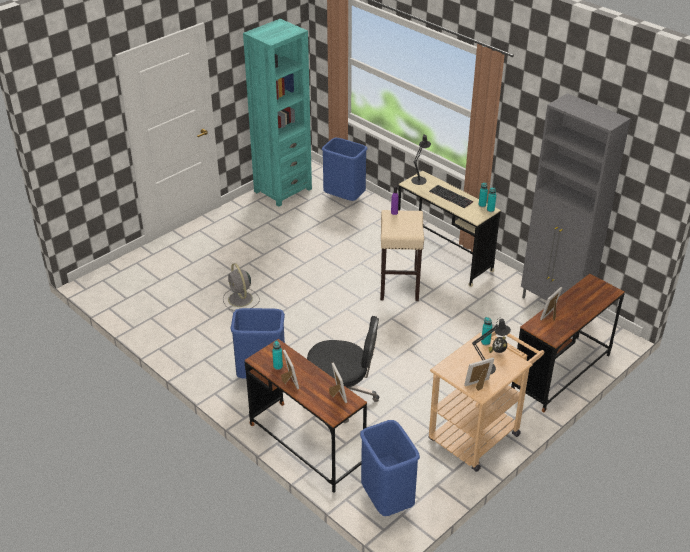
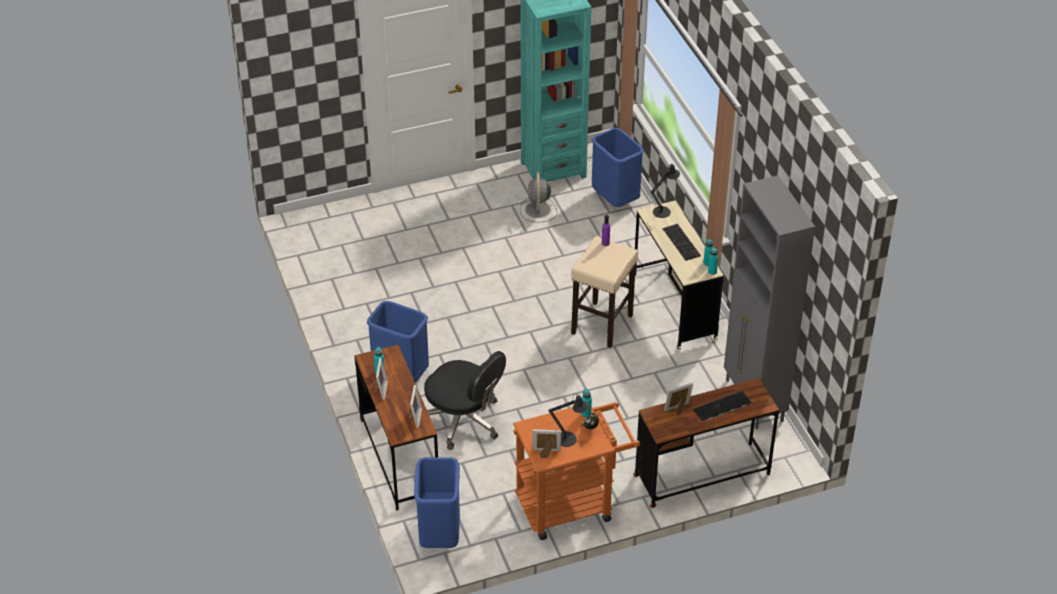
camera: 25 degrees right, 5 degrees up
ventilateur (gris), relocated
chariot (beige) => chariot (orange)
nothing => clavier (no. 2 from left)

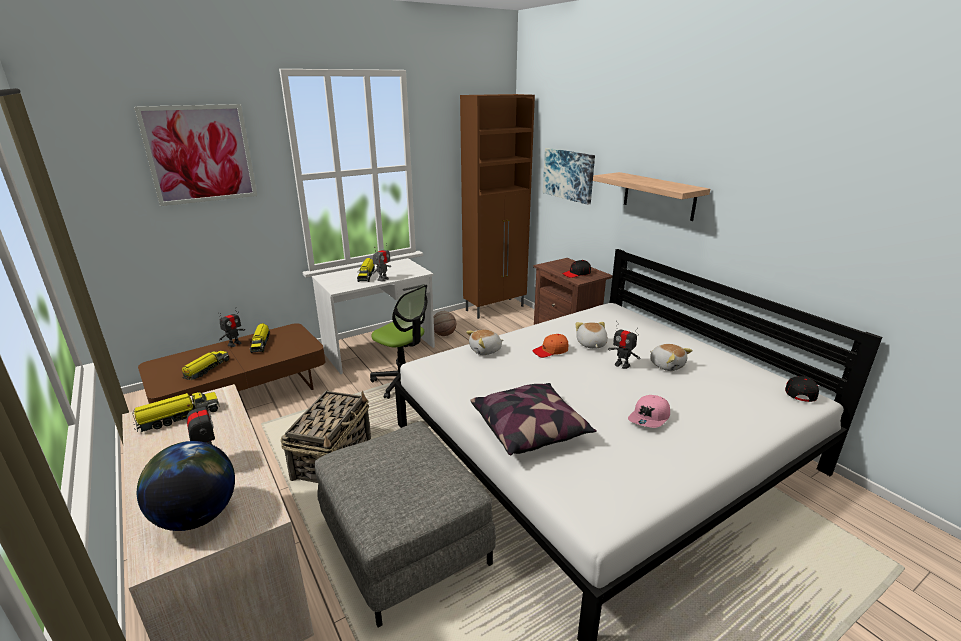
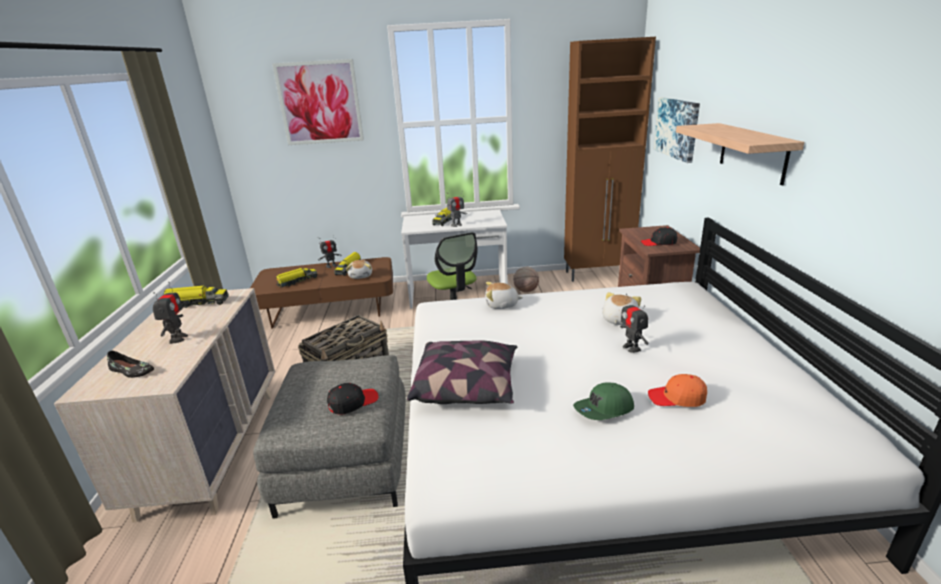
camera: 30 degrees right, 0 degrees up
globe => chaussure (noir)
casquette (orange), relocated
casquette (rose) => casquette (vert)
peluche (no. 3 from left in the first image) => peluche (no. 1 from left), relocated
casquette (noir) (no. 2 from left in the first image) => casquette (noir) (no. 1 from left), relocated

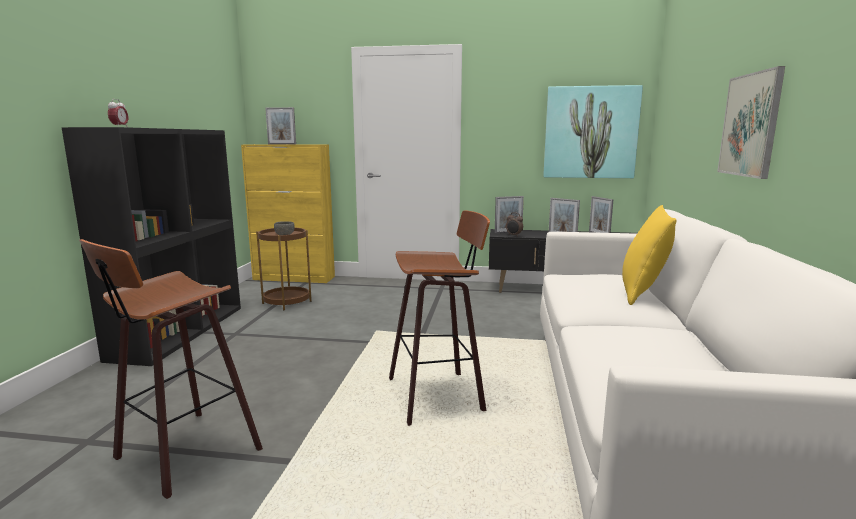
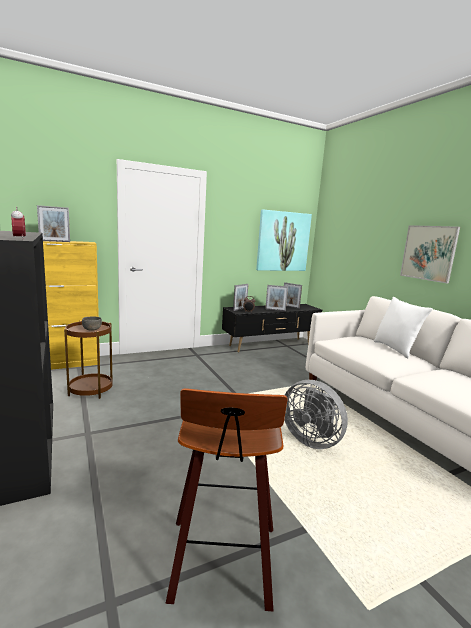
camera: 35 degrees left, 0 degrees up
tabouret (no. 2 from left) => ventilateur (gris)
coussin (jaune) => coussin (blanc)

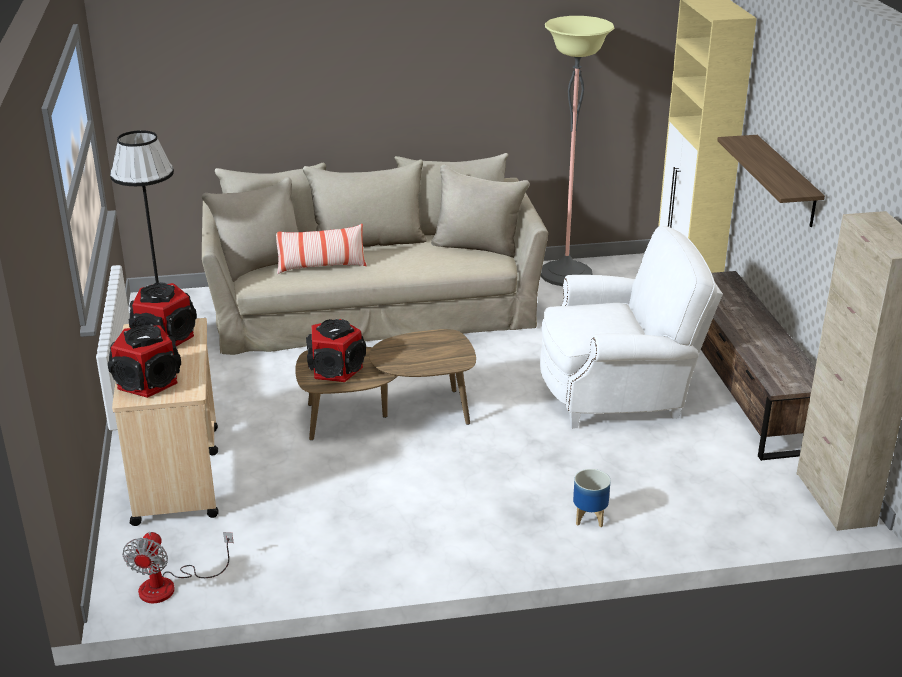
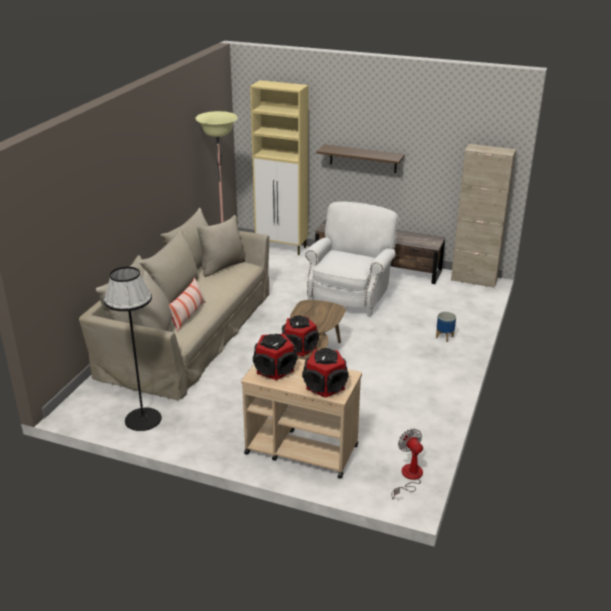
camera: 60 degrees left, 0 degrees up
ventilateur, 150 degrees counterclockwise

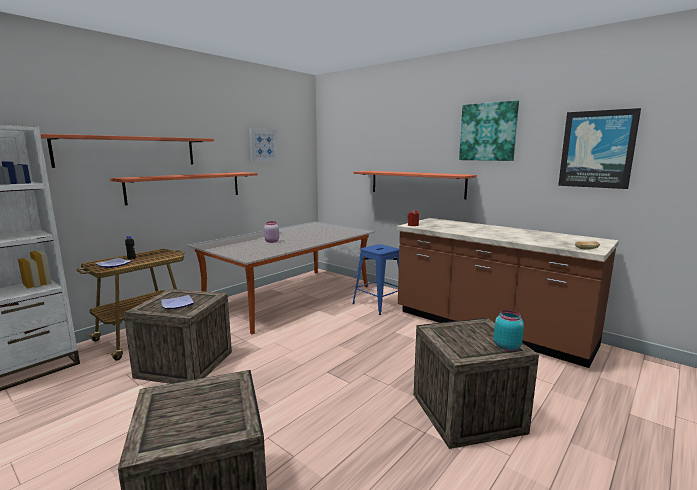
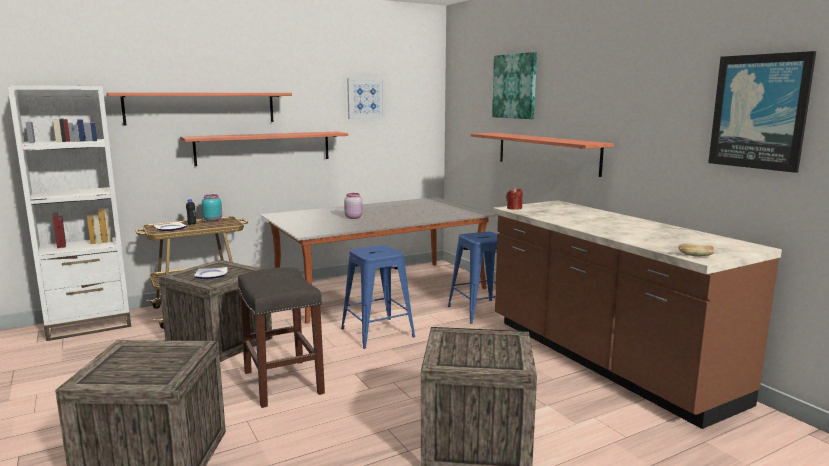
camera: 20 degrees right, 0 degrees up
tableau (no. 2 from left), relocated
bocal (turquoise), relocated
nothing => tabouret (gris)
nothing => tabouret (bleu) (no. 1 from left)

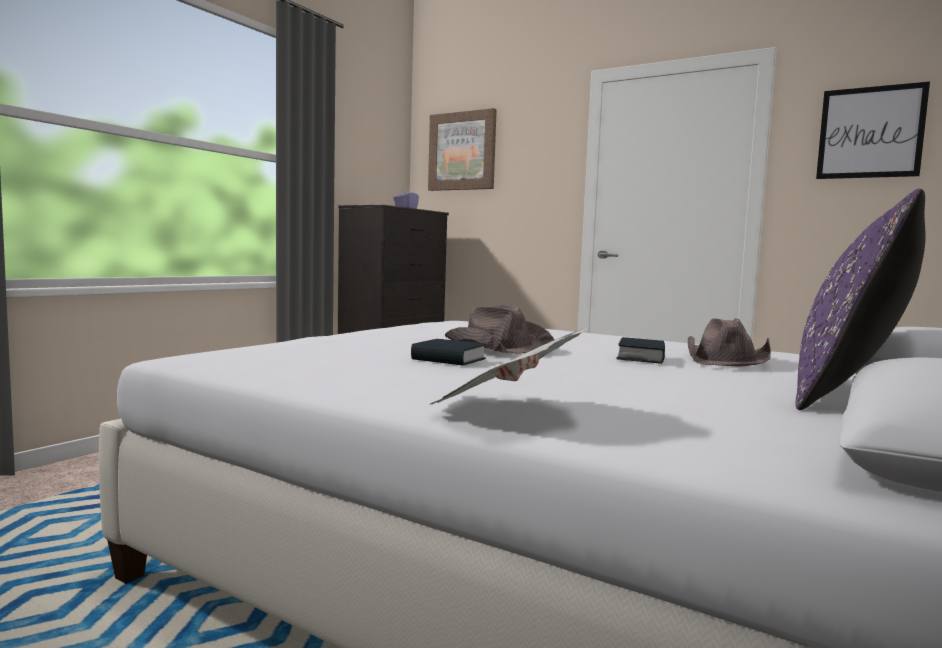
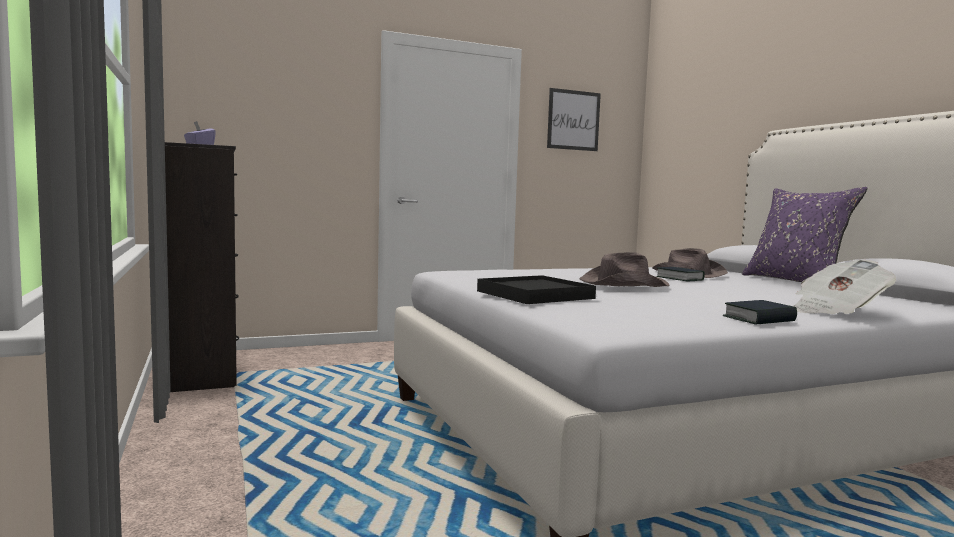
camera: 55 degrees left, 0 degrees up
livre (no. 1 from left in the first image) => livre (no. 2 from left), relocated
tableau (no. 1 from left) => nothing
nothing => plateau (noir)

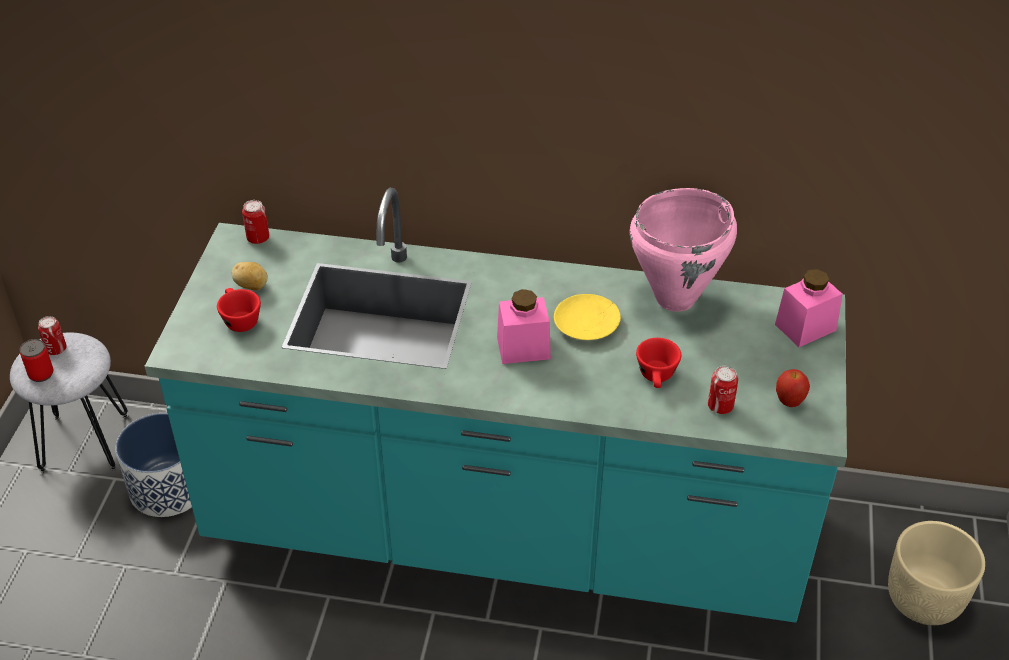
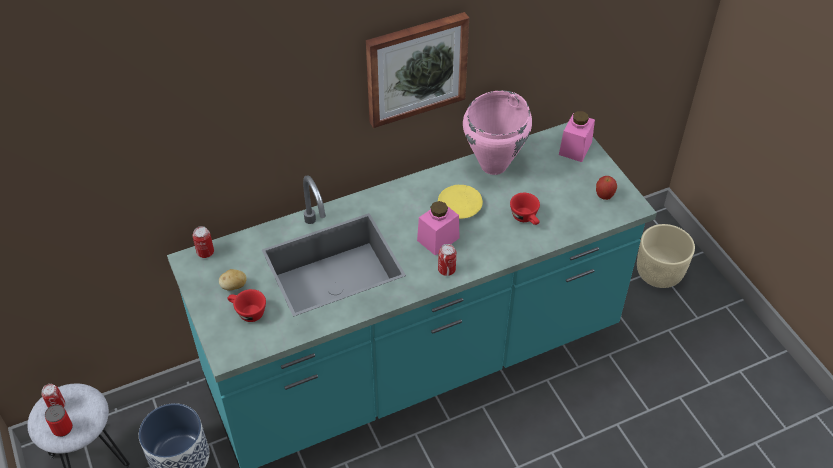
camera: 35 degrees left, 5 degrees up
boîte métallique (no. 4 from left), relocated
nothing => tableau

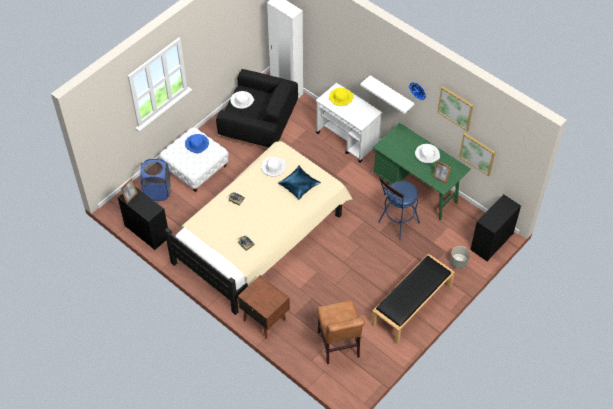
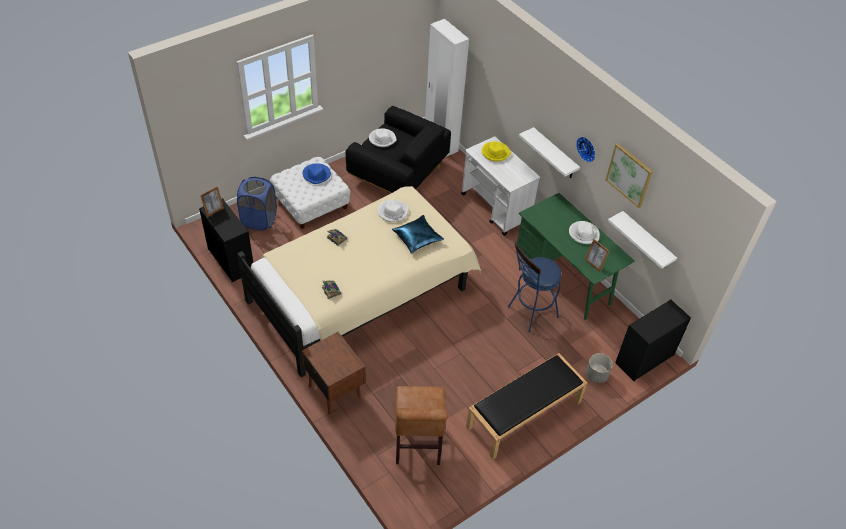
camera: 10 degrees right, 5 degrees down
tableau (no. 2 from left) => étagère (blanc) (no. 2 from left)

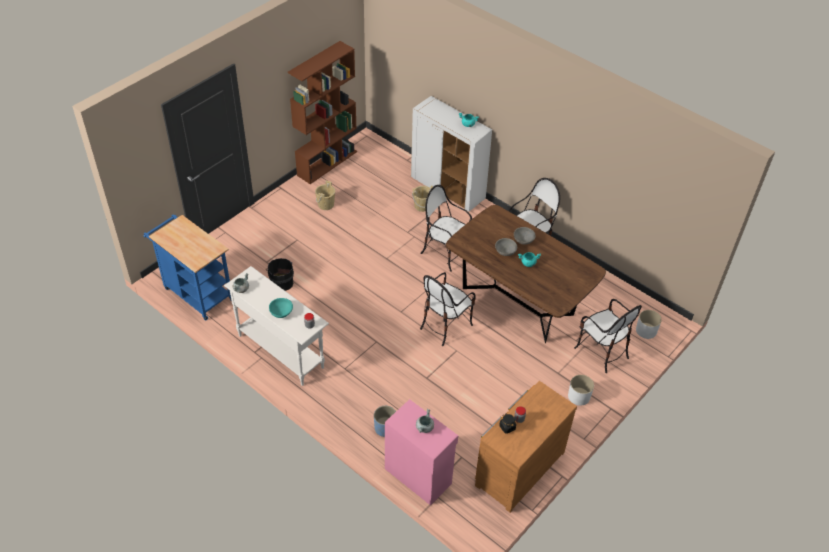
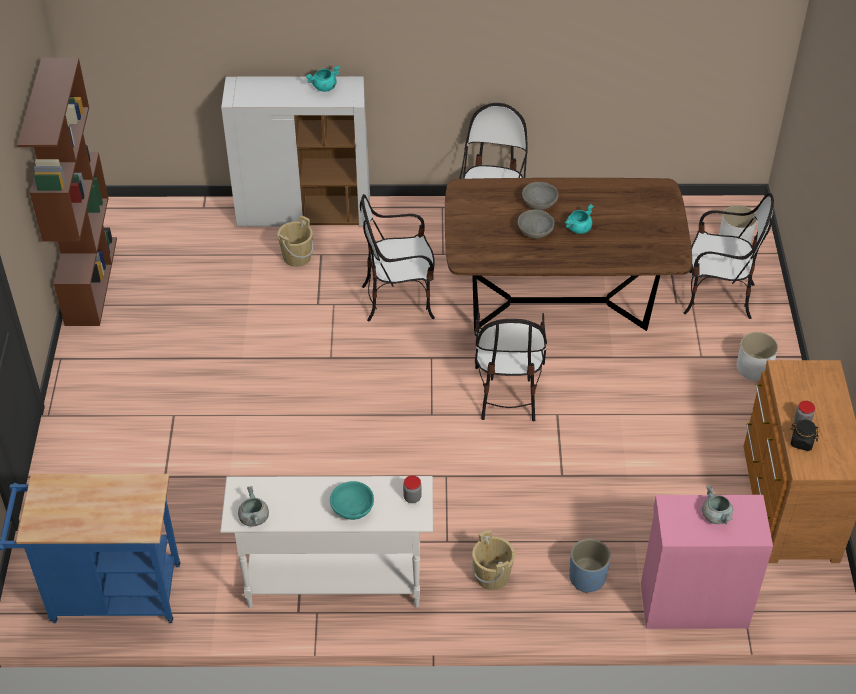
camera: 40 degrees left, 0 degrees up
seau (noir) => nothing
seau (beige) (no. 1 from left in the first image) => seau (beige) (no. 2 from left), relocated

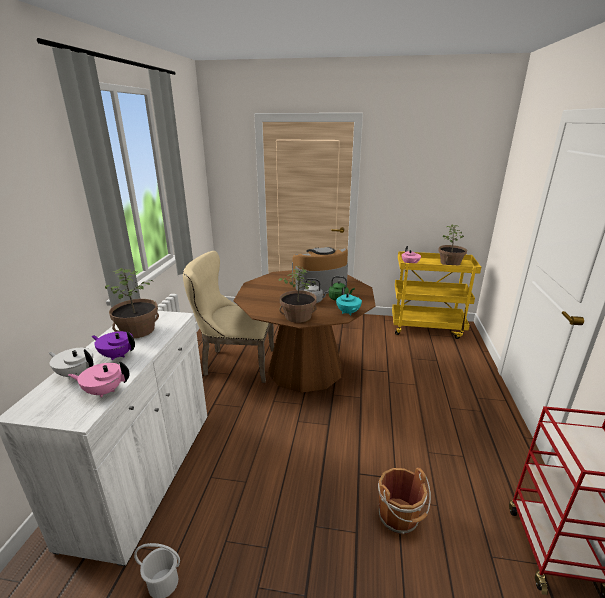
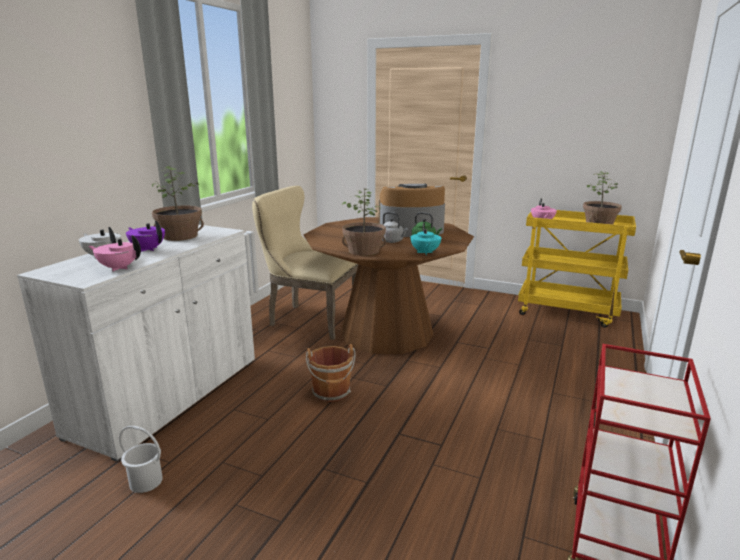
camera: 15 degrees right, 5 degrees down
seau (marron), relocated

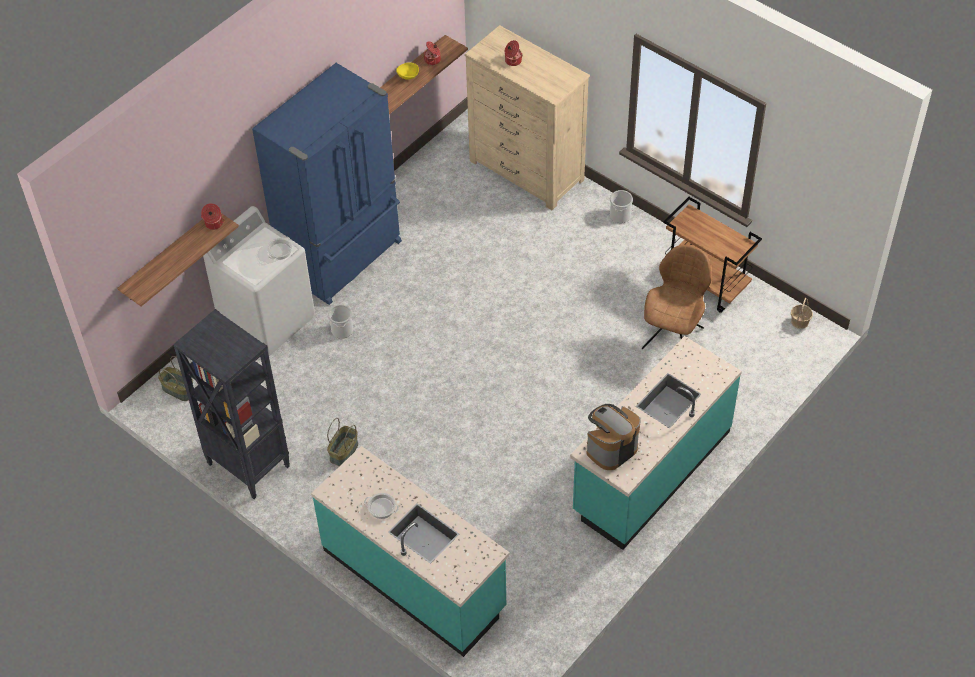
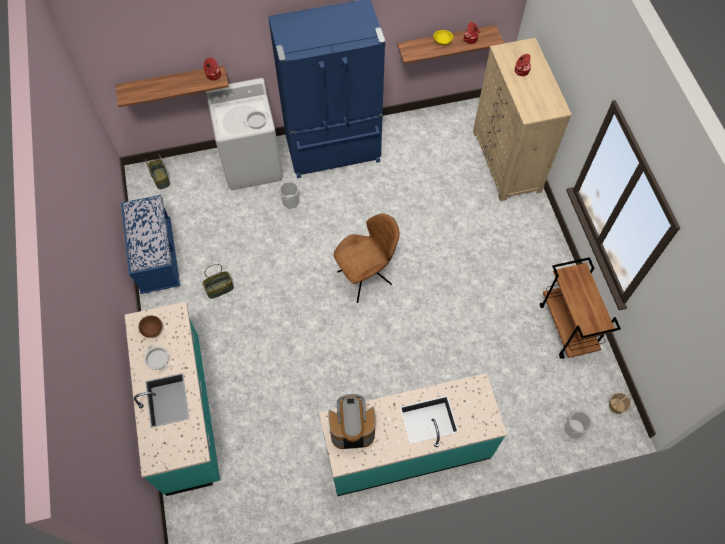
camera: 35 degrees right, 10 degrees up
bibliothèque (noir) => banc (bleu)
seau (no. 2 from left), relocated
chaise (marron), relocated
nothing => bol (marron)

